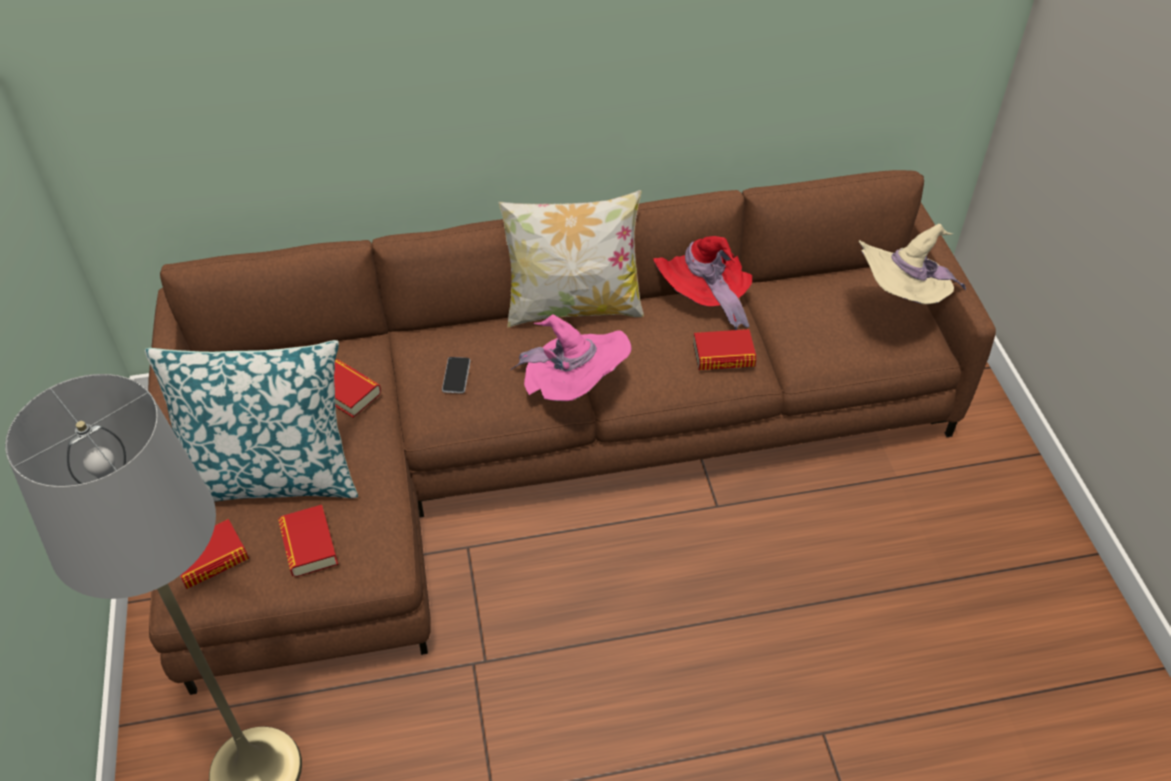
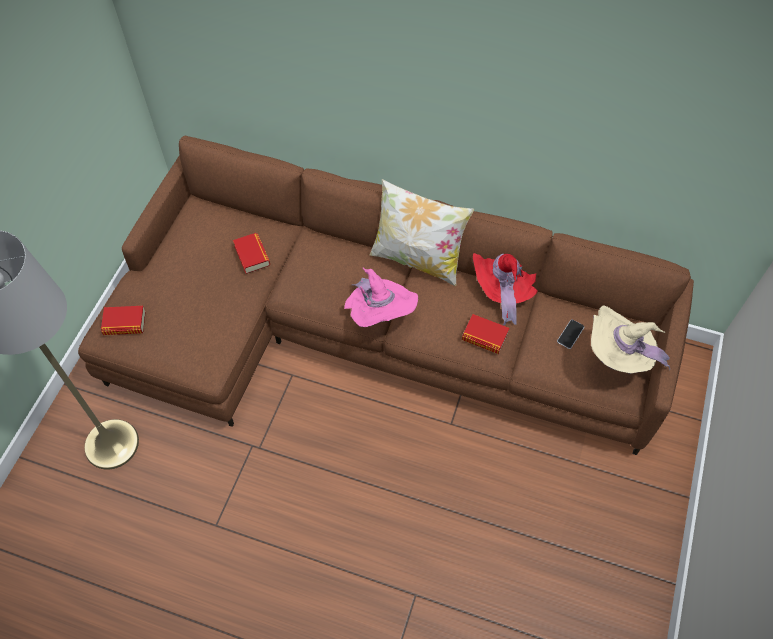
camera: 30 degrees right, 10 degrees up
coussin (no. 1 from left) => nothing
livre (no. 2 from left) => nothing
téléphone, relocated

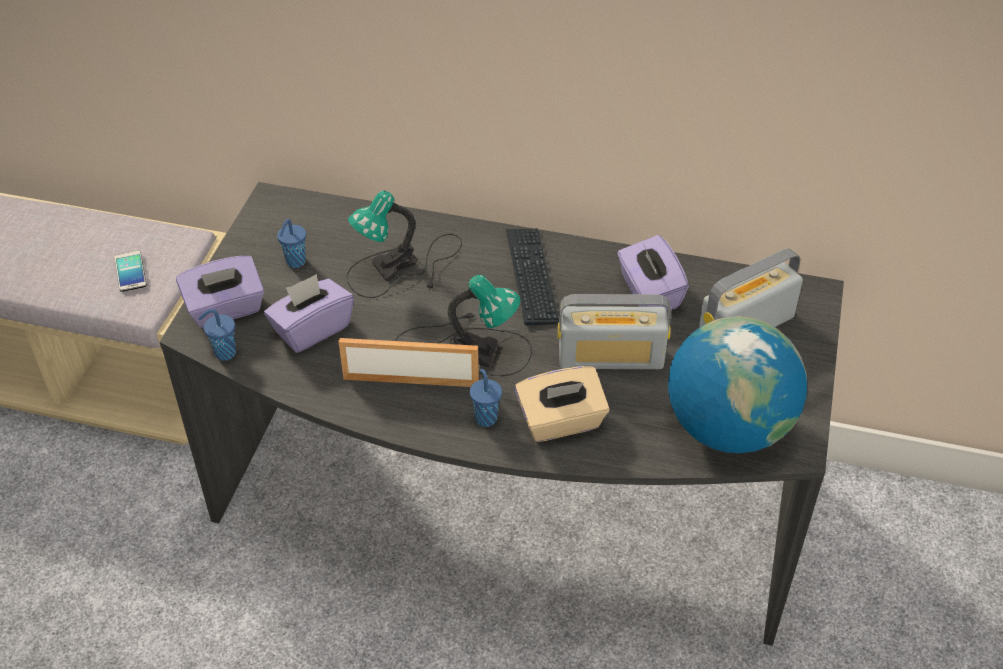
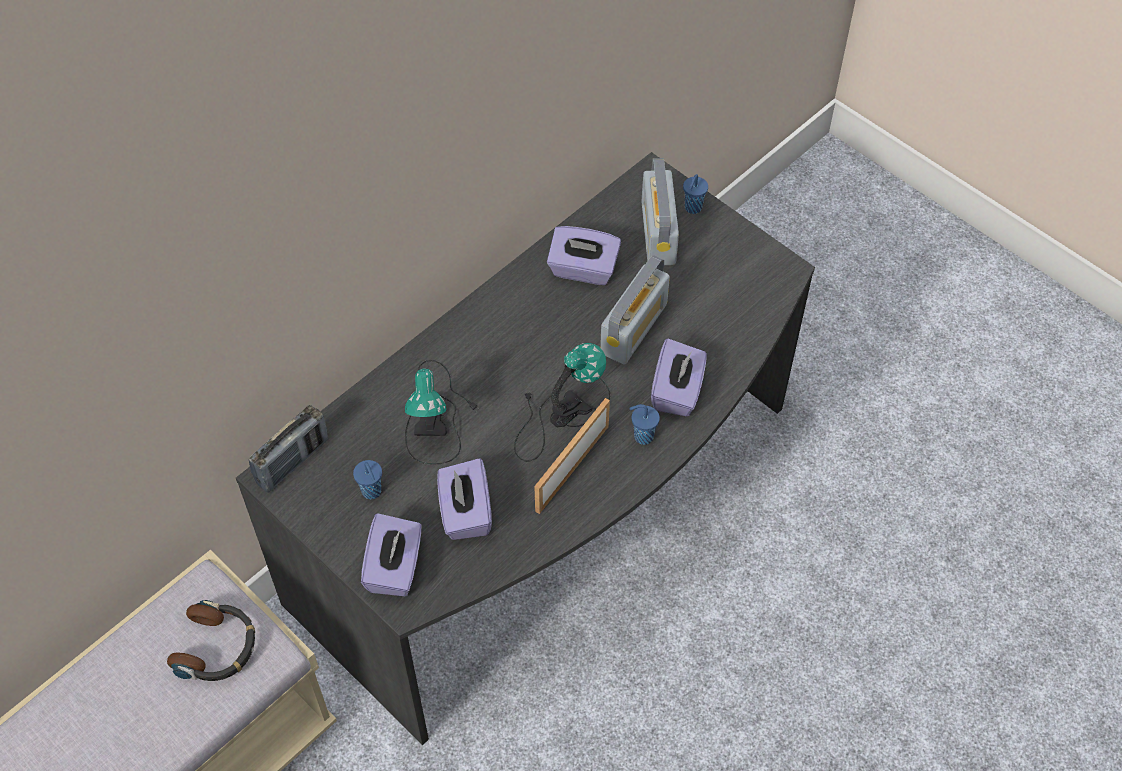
camera: 60 degrees left, 10 degrees up
téléphone => casque audio
tasse (bleu) (no. 1 from left in the first image) => tasse (bleu) (no. 3 from left), relocated
clavier => nothing
boîte à mouchoirs (beige) => boîte à mouchoirs (violet) (no. 4 from left)
globe => nothing
nothing => radio (no. 1 from left)

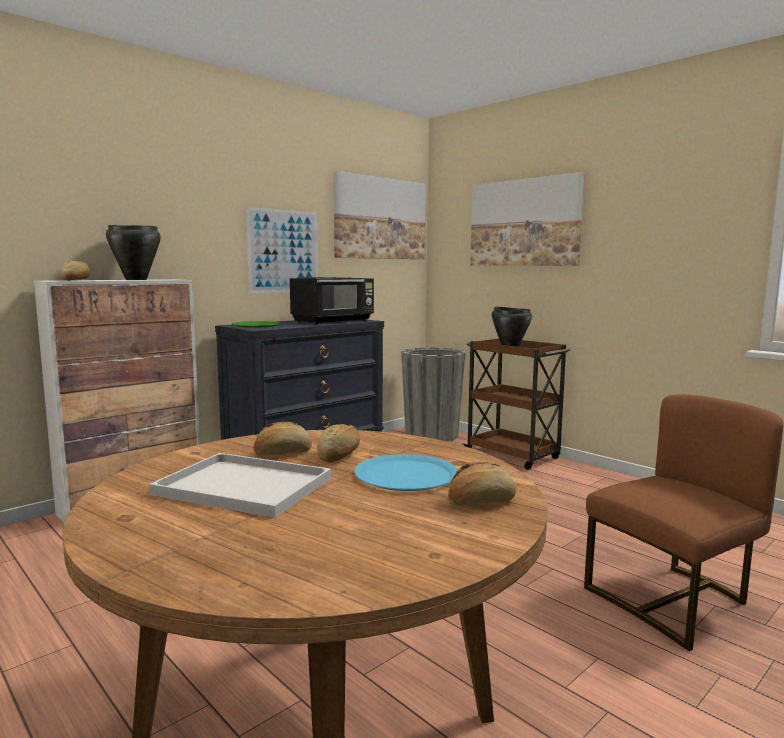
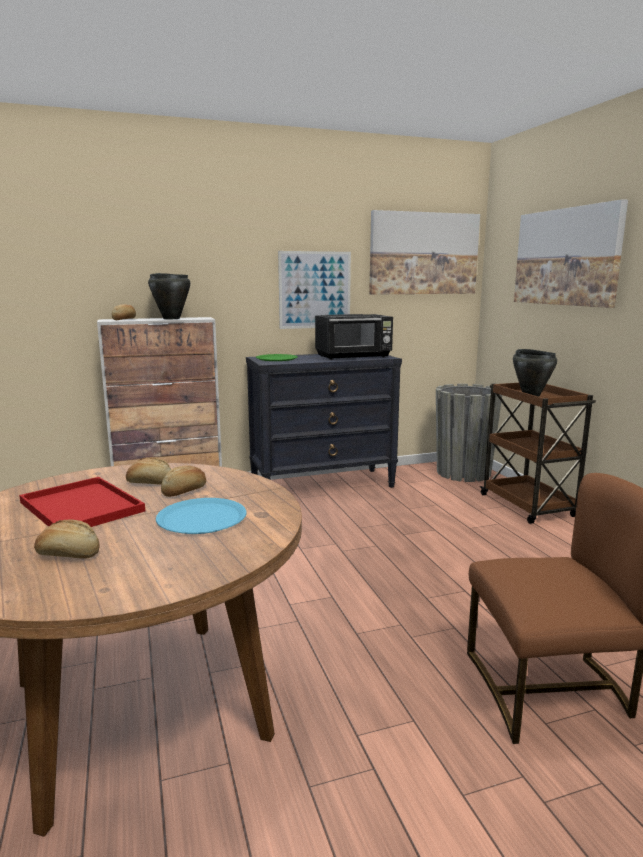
camera: 25 degrees right, 5 degrees up
plateau (blanc) => plateau (rouge)
pain (no. 4 from left in the first image) => pain (no. 1 from left), relocated

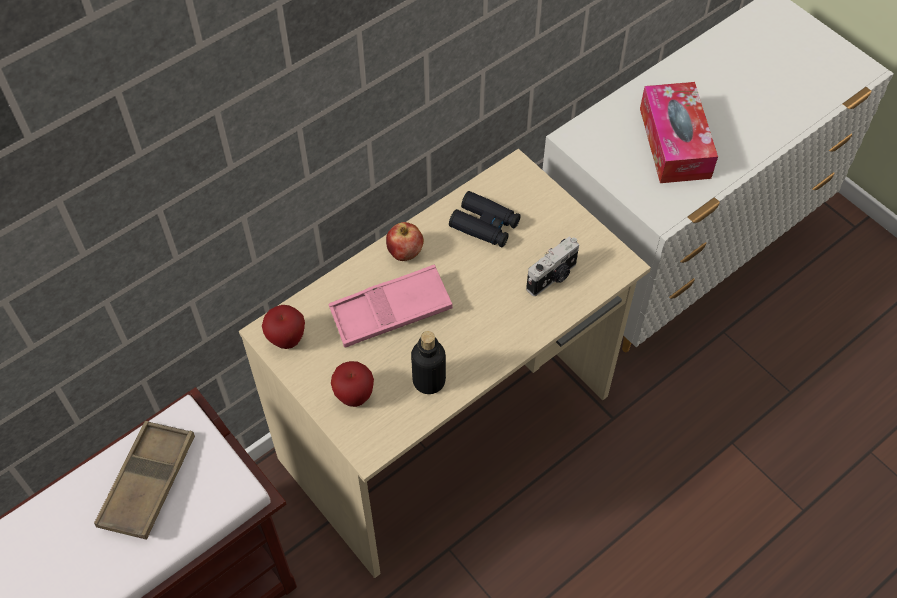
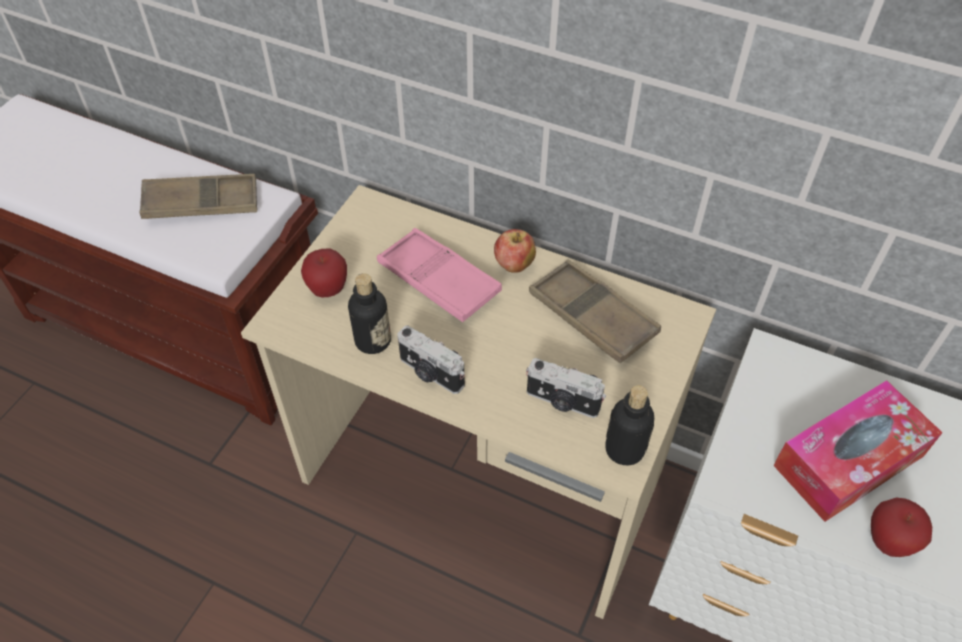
camera: 65 degrees right, 5 degrees down
pomme (no. 1 from left in the first image) => pomme (no. 3 from left), relocated
jumelles (noir) => plateau (marron) (no. 2 from left)
nothing => appareil photo (no. 1 from left)
nothing => bouteille (no. 2 from left)

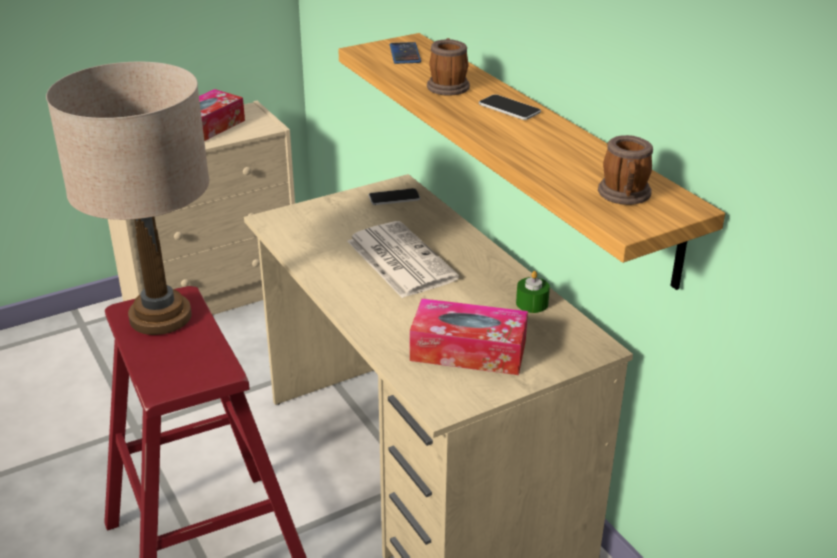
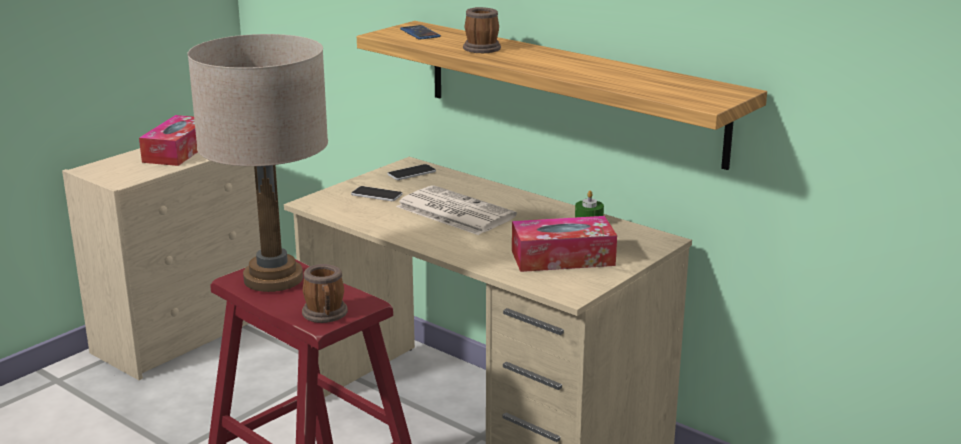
camera: 20 degrees left, 10 degrees down
téléphone (no. 3 from left in the first image) => téléphone (no. 1 from left), relocated
mug (no. 2 from left in the first image) => mug (no. 1 from left), relocated

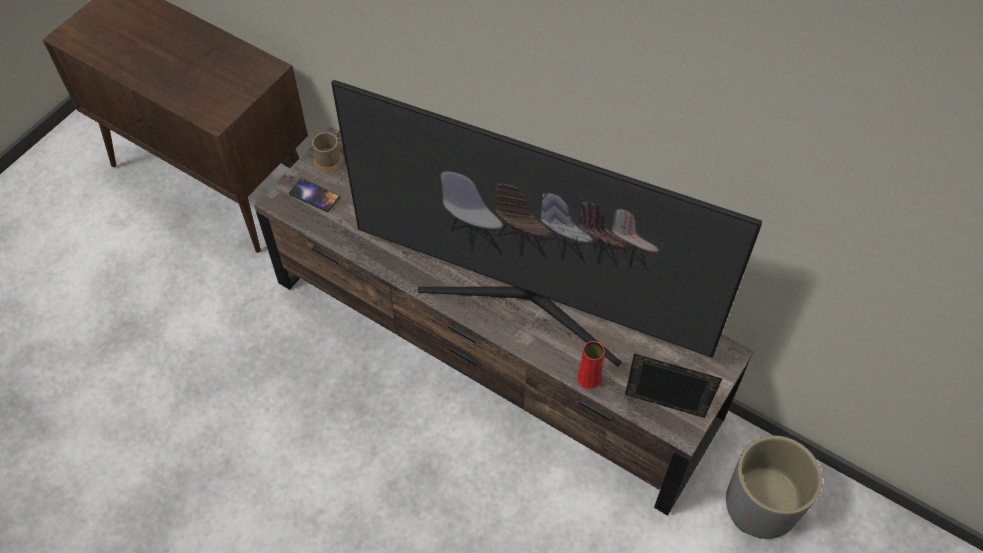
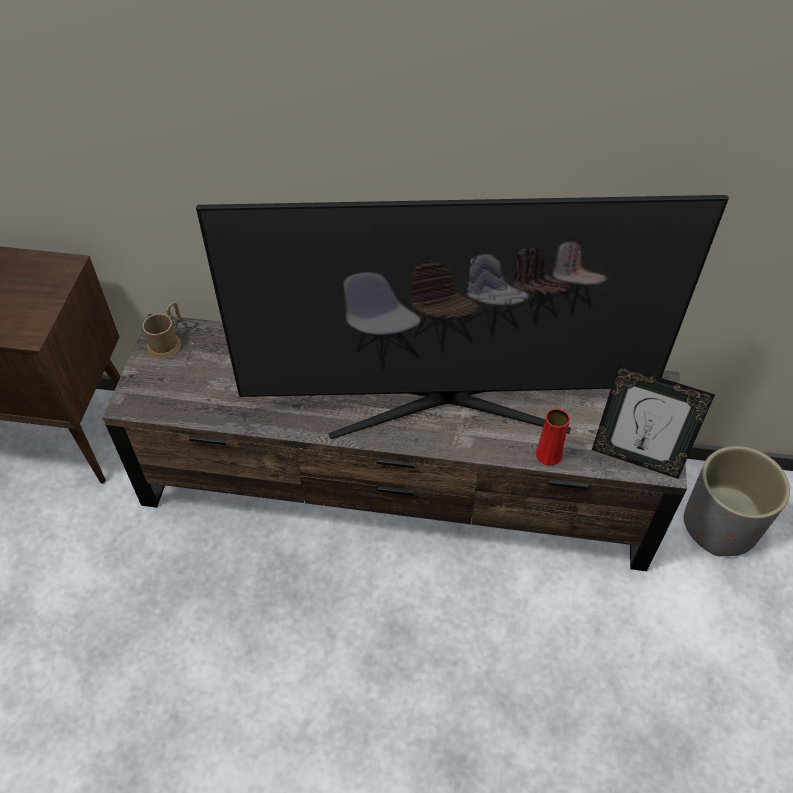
camera: 25 degrees left, 5 degrees down
téléphone => nothing
cadre photo, 150 degrees counterclockwise

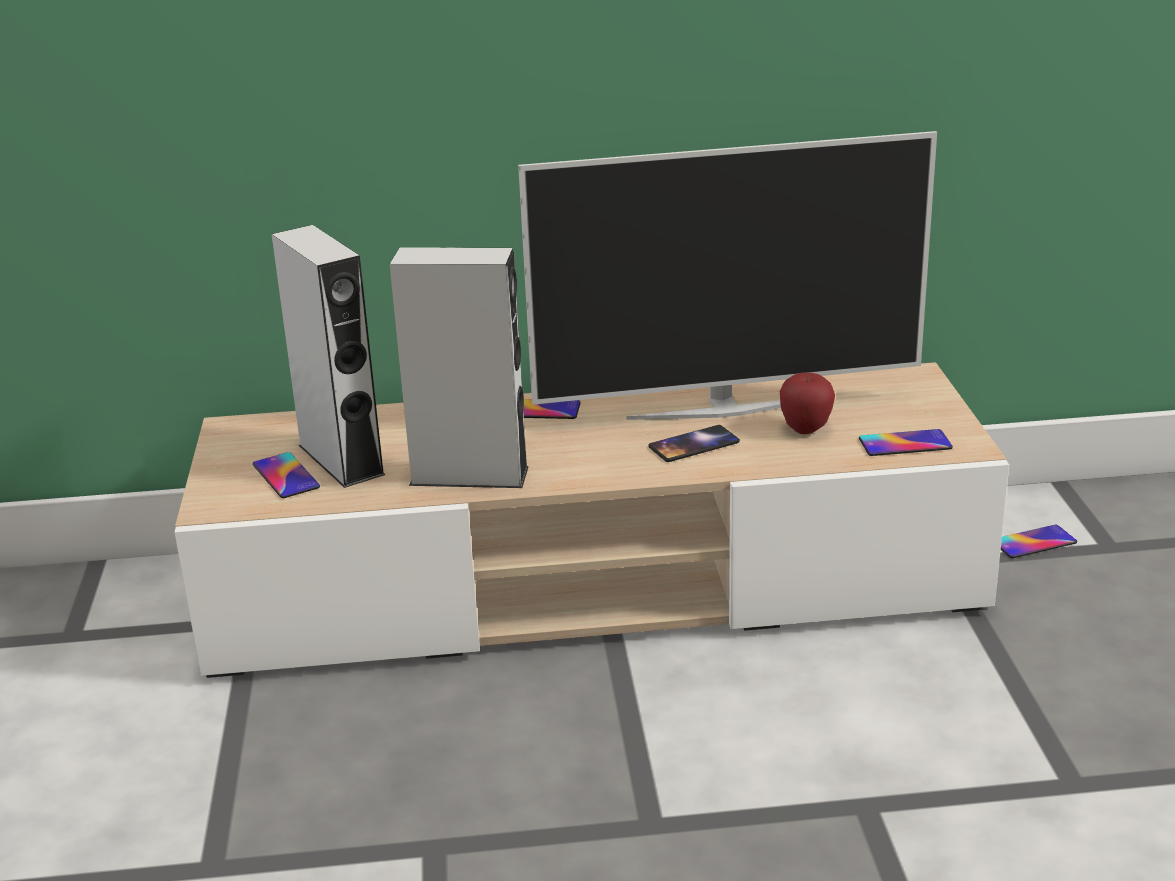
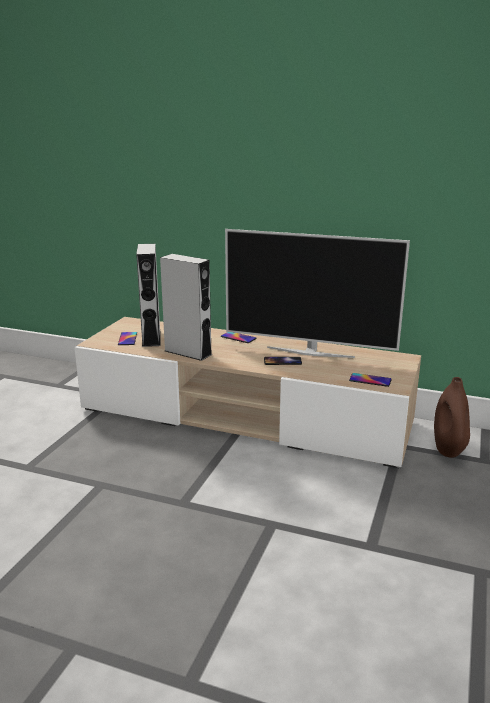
camera: 25 degrees right, 5 degrees down
pomme => nothing
téléphone (no. 5 from left) => vase (marron)

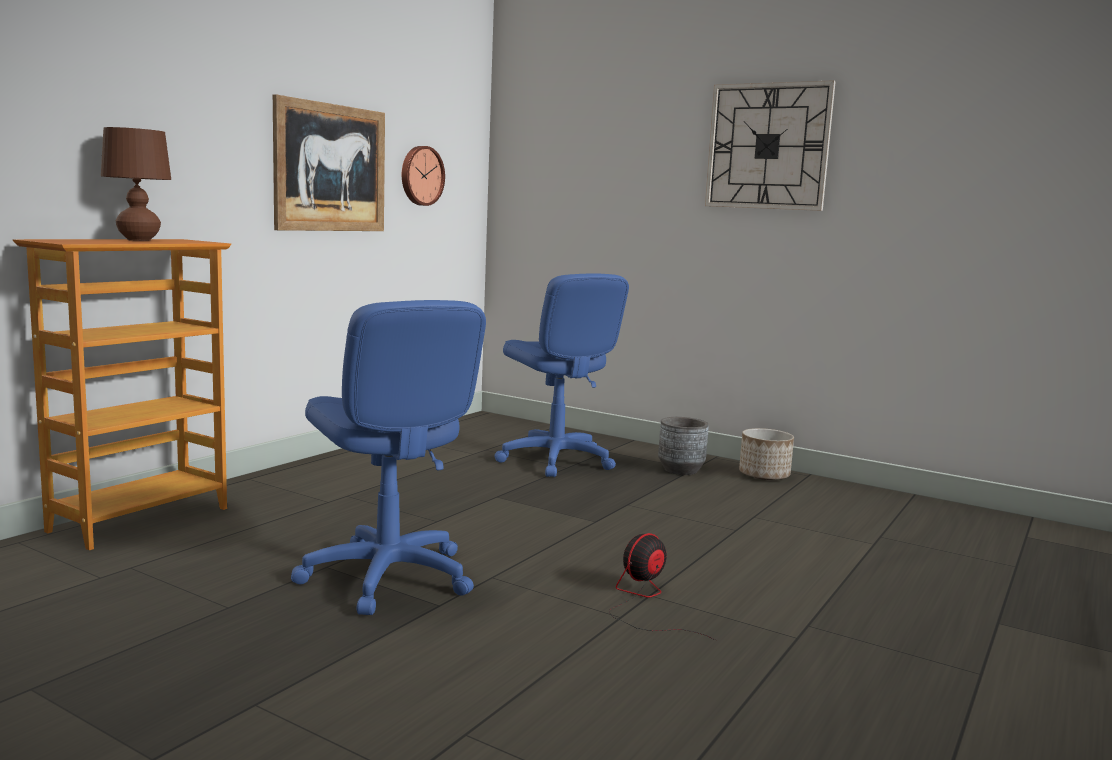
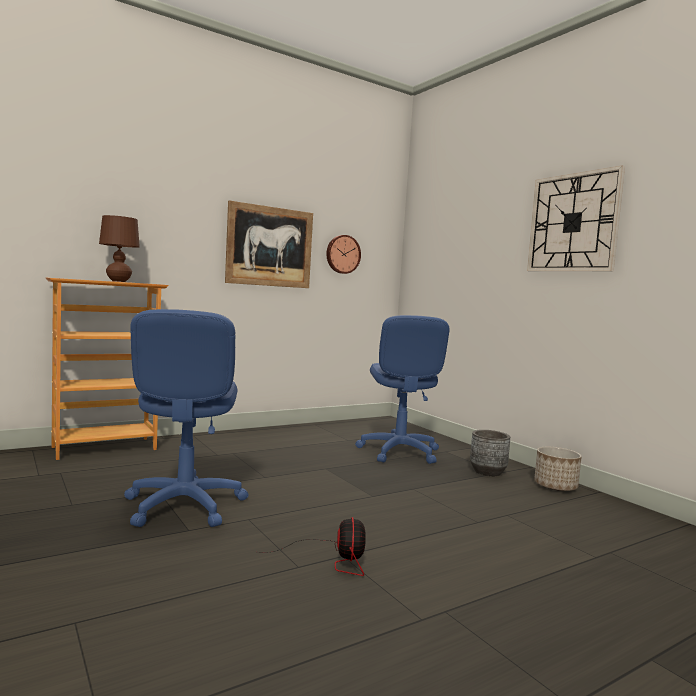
camera: 25 degrees right, 5 degrees down
ventilateur, 105 degrees clockwise

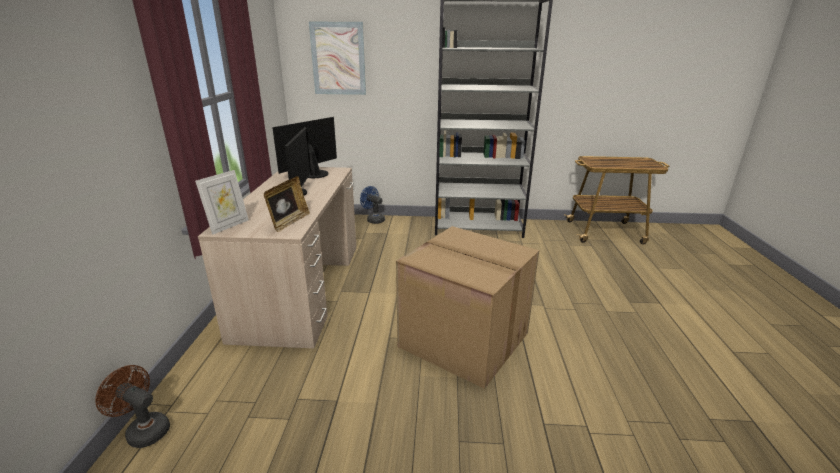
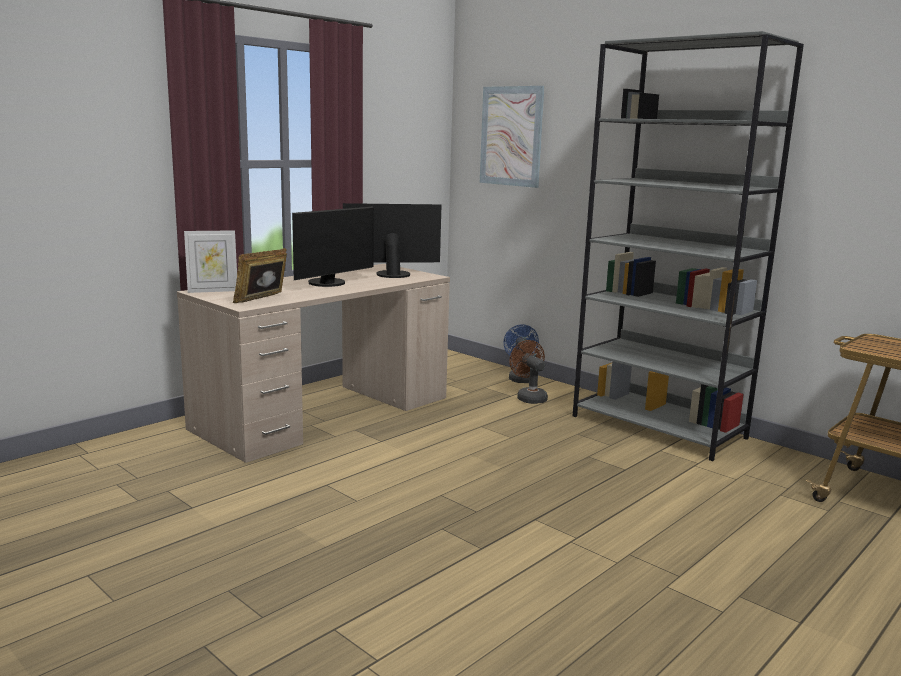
camera: 40 degrees right, 10 degrees down
ventilateur (marron), relocated
cadre photo (no. 2 from left), 150 degrees clockwise
carton => nothing

